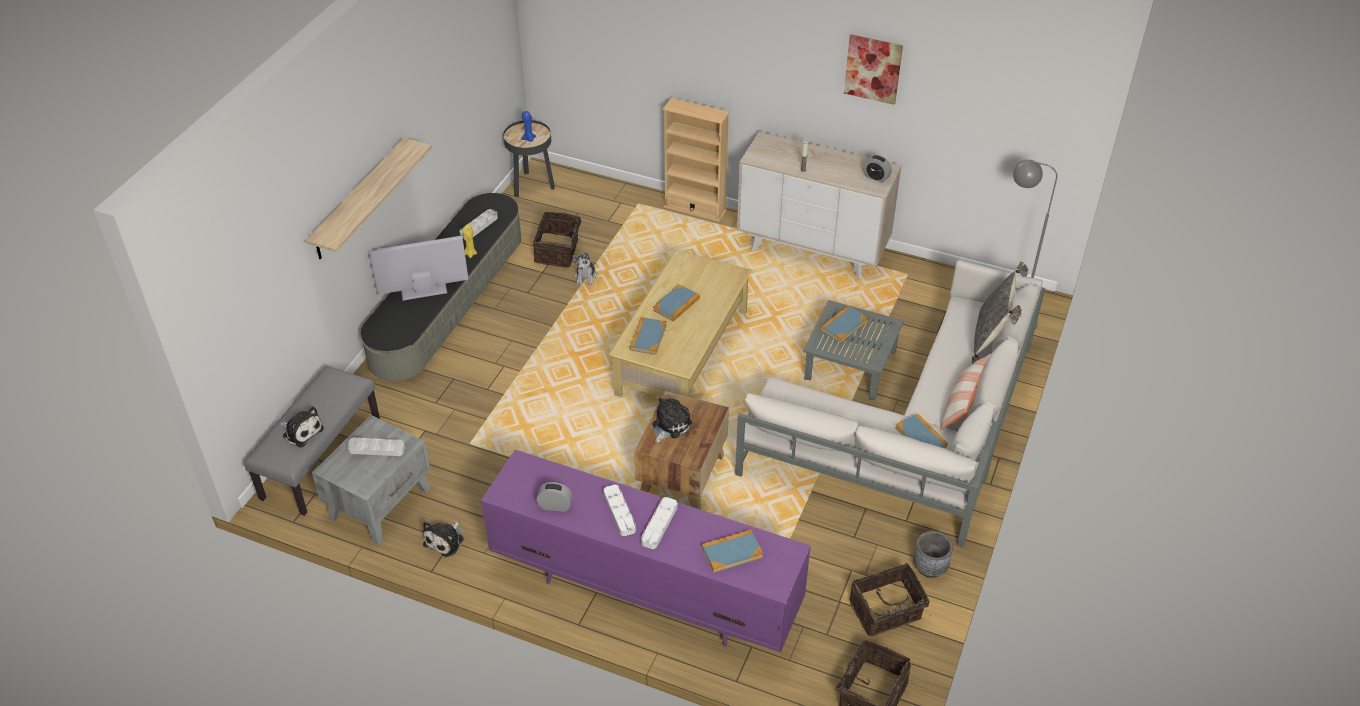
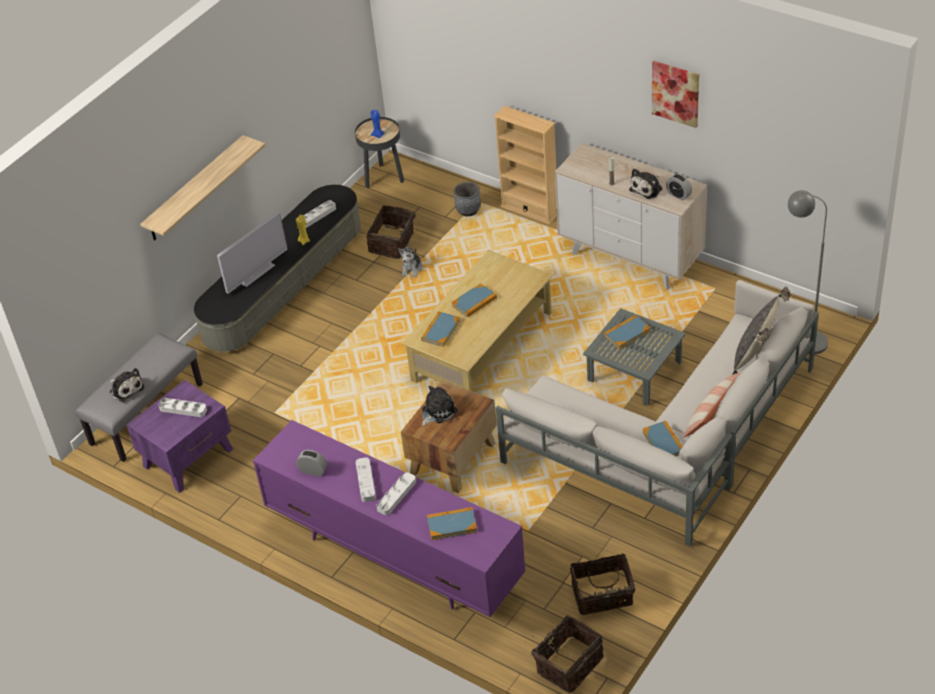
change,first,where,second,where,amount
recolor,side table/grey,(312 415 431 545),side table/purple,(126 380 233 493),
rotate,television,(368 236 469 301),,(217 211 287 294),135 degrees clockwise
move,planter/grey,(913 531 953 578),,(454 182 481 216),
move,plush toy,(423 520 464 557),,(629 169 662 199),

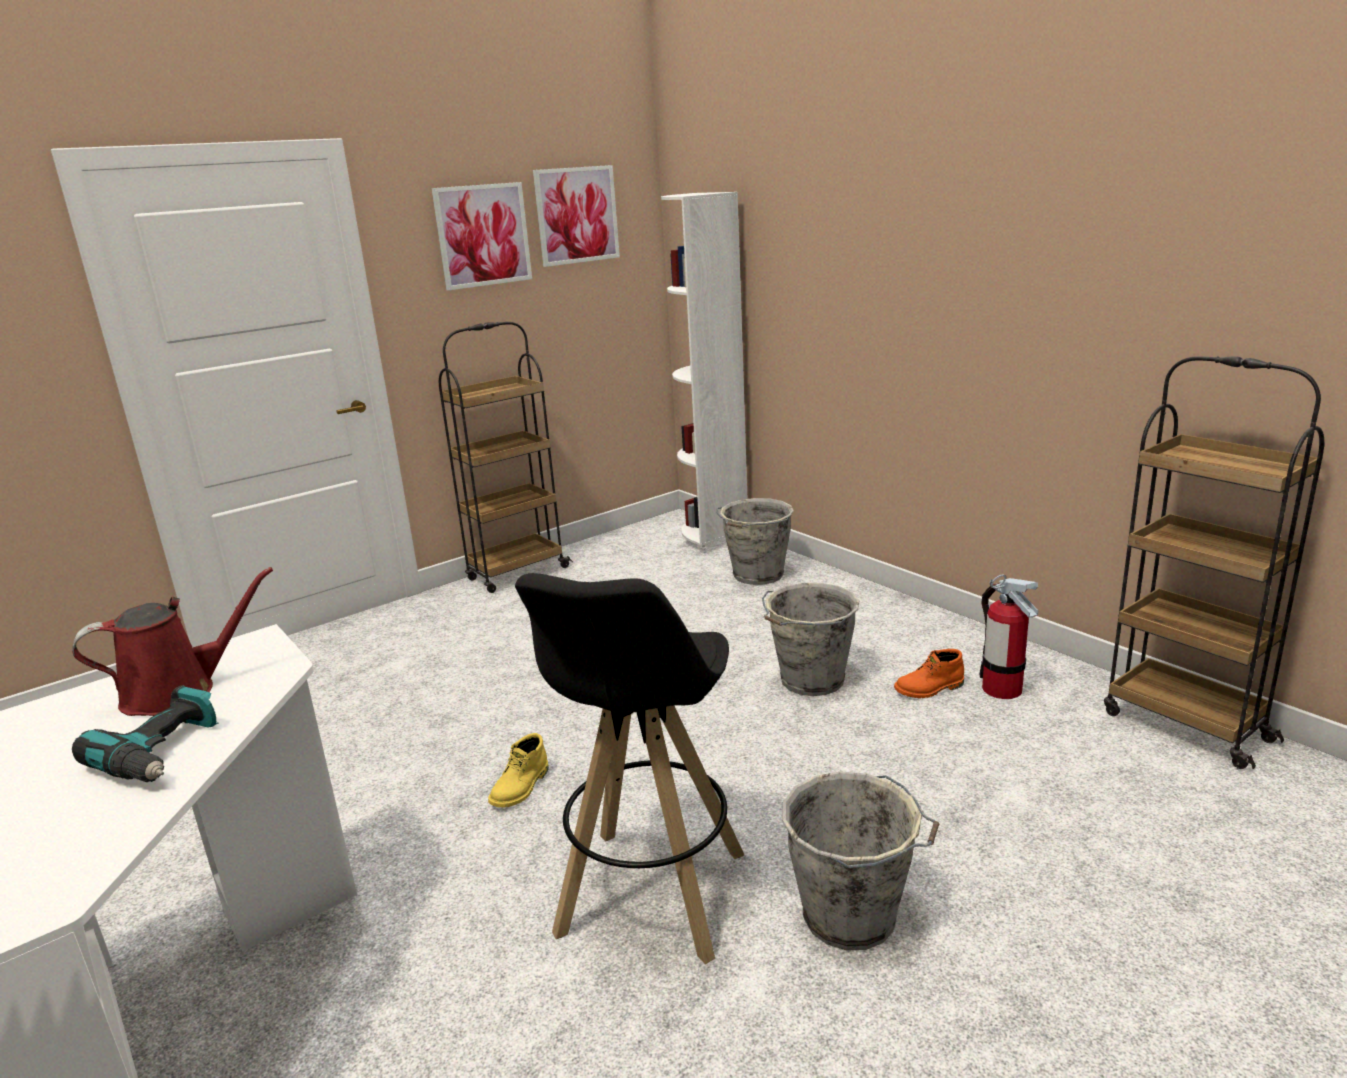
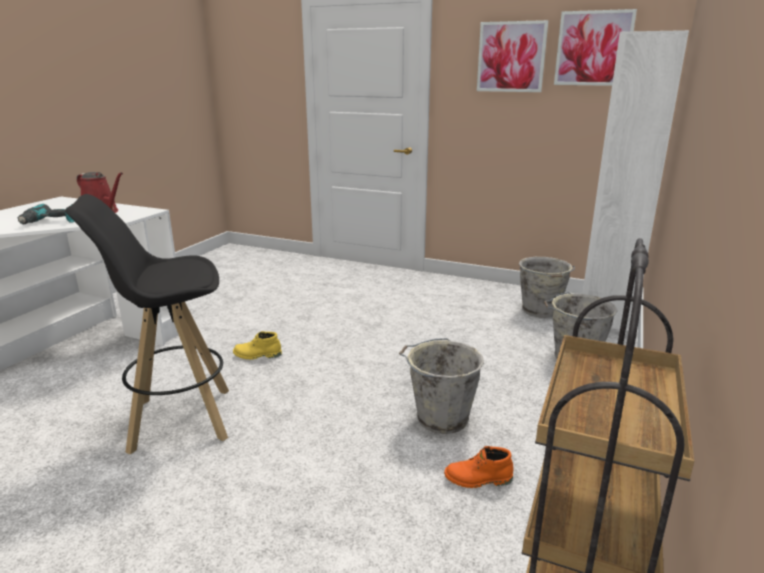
change,first,where,second,where,amount
rotate,boot/orange,(894 649 964 698),,(444 446 513 488),45 degrees counterclockwise
move,bucket/grey,(782 771 939 950),,(519 257 575 318),
delete,cart/brown,(439 322 573 593),,,
delete,fire extinguisher,(979 574 1038 699),,,

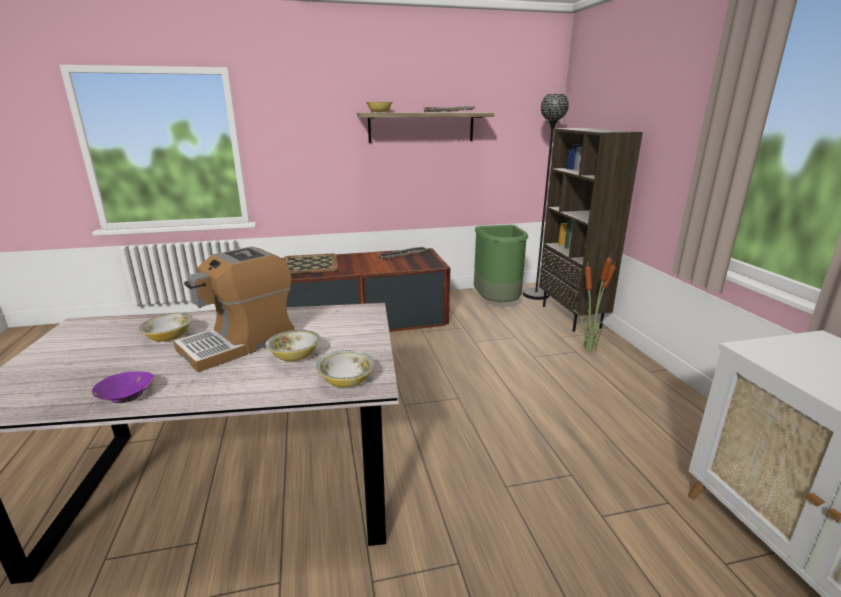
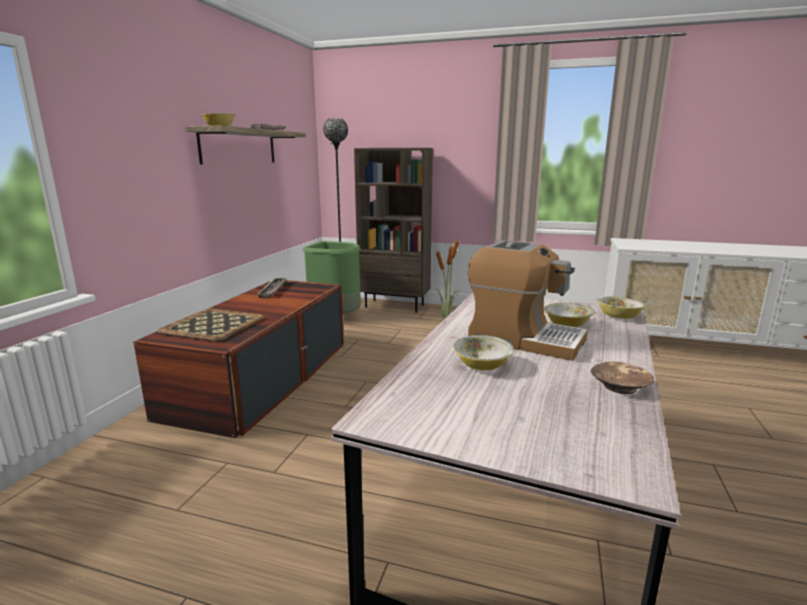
change,first,where,second,where,amount
rotate,coffee machine,(173 246 294 372),,(468 240 588 361),45 degrees counterclockwise
recolor,bowl/purple,(92 371 154 403),bowl/brown,(591 362 654 394),

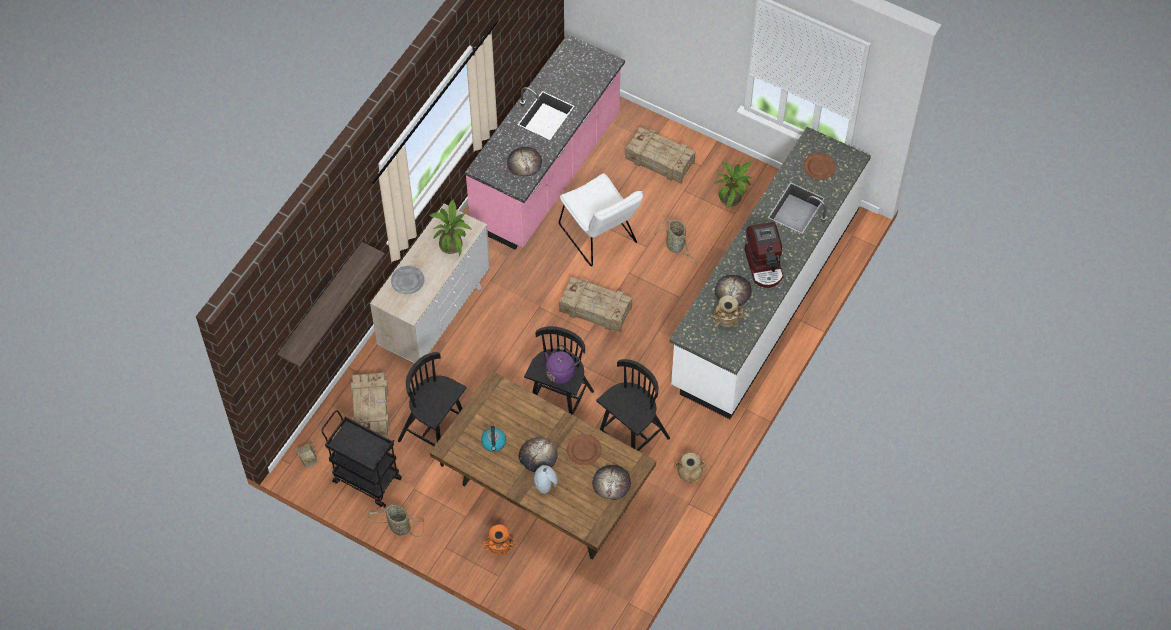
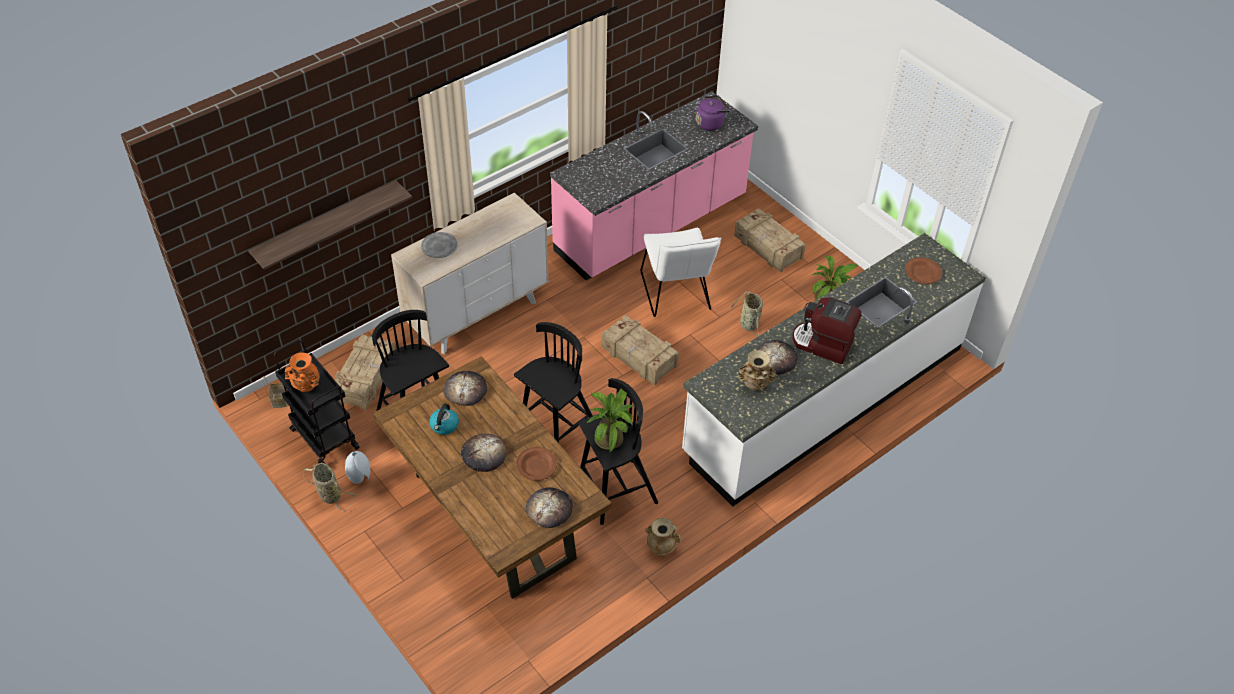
change,first,where,second,where,amount
move,vase/orange,(483 524 516 556),,(285 353 320 392),
move,vase/grey,(534 465 557 493),,(345 451 370 484),
move,bread,(507 147 542 176),,(444 371 487 406),
move,potted plant,(429 199 471 256),,(586 389 634 453),
move,kettle/purple,(544 345 580 384),,(696 95 731 131),
rotate,coffee machine,(745 222 784 288),,(792 298 861 364),105 degrees clockwise

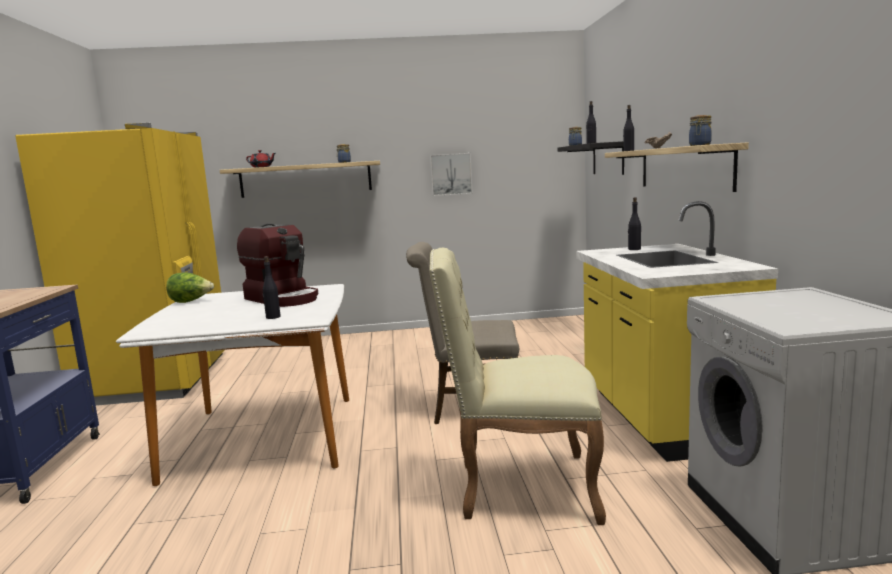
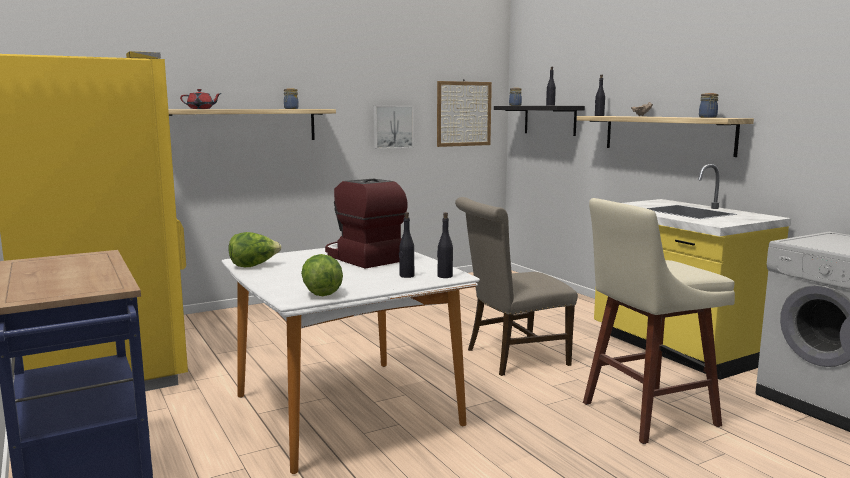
change,first,where,second,where,amount
insert,,,lettuce,(301 254 343 296),
rotate,coffee machine,(237 224 318 307),,(325 179 408 269),150 degrees counterclockwise
insert,,,picture,(437 79 492 147),
move,bottle/black,(628 197 641 250),,(437 212 453 278),
replace,chair/beige,(430 248 606 525),stool/beige,(583 198 735 444),

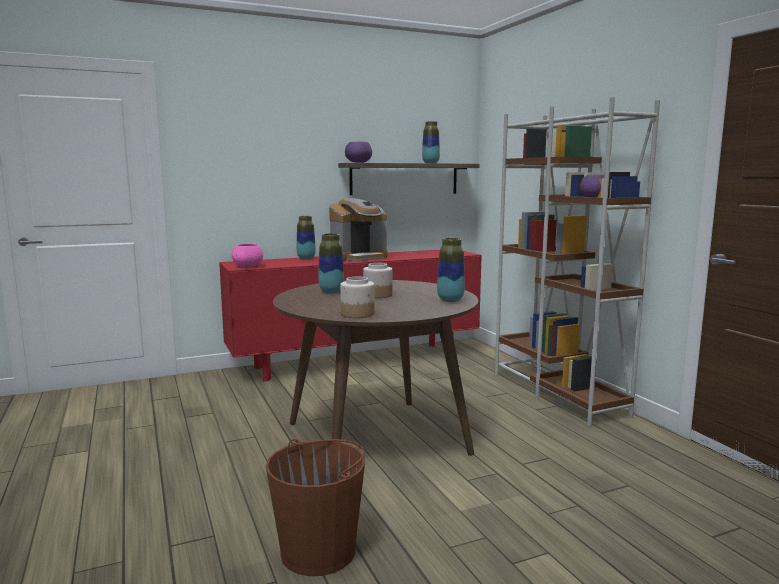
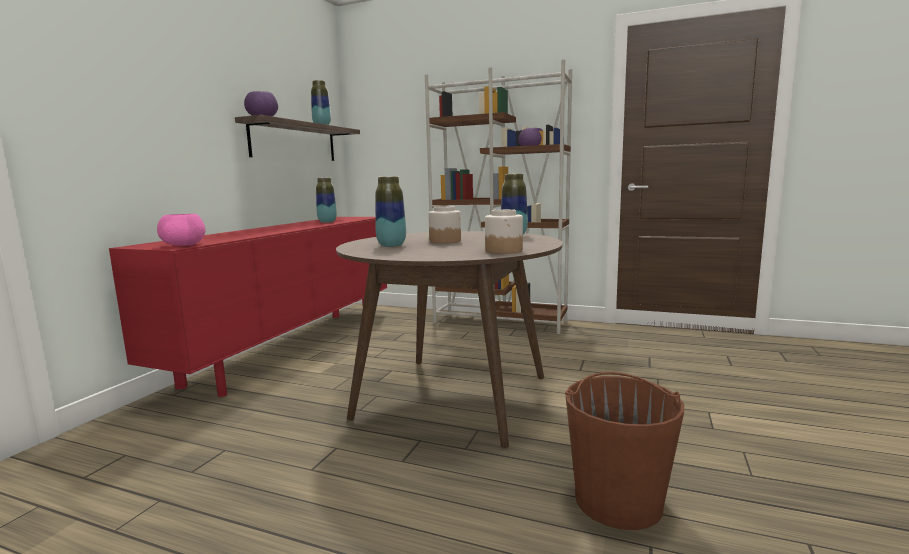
change,first,where,second,where,amount
move,vase,(297 216 316 259),,(316 178 337 223),
delete,coffee machine,(329 198 387 262),,,

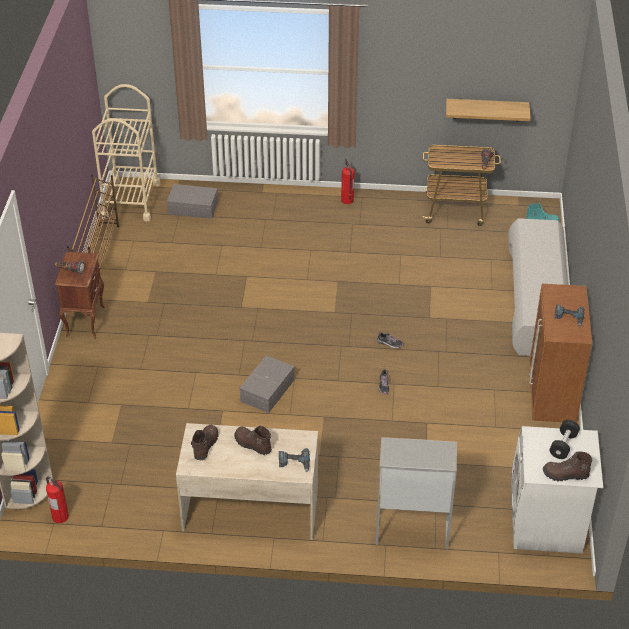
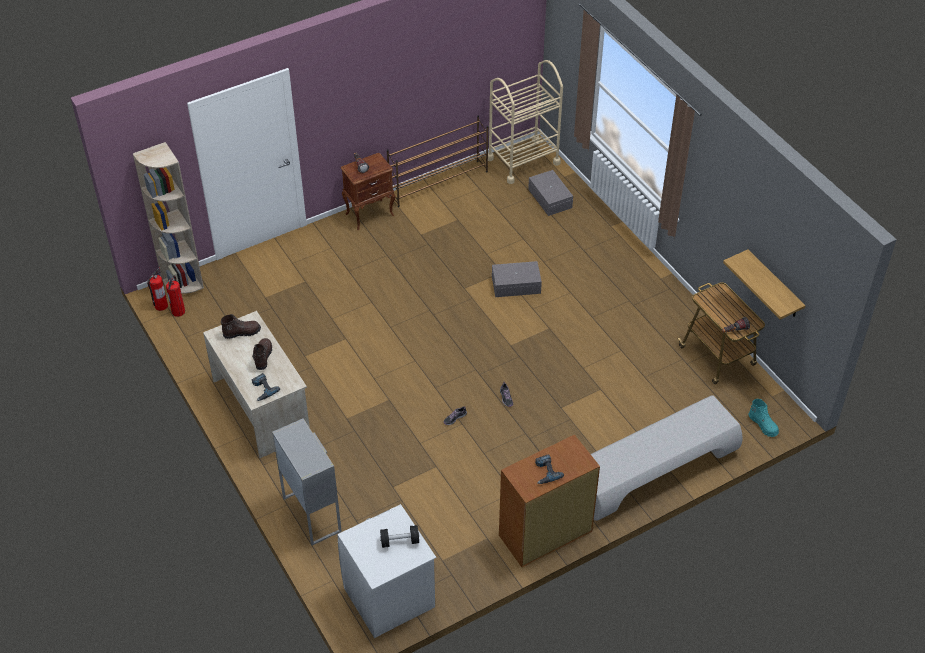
change,first,where,second,where,amount
move,fire extinguisher,(341 159 354 204),,(147 268 168 311),
move,storage box/grey,(240 355 295 413),,(492 261 542 297),
delete,boot/brown,(543 452 592 481),,,

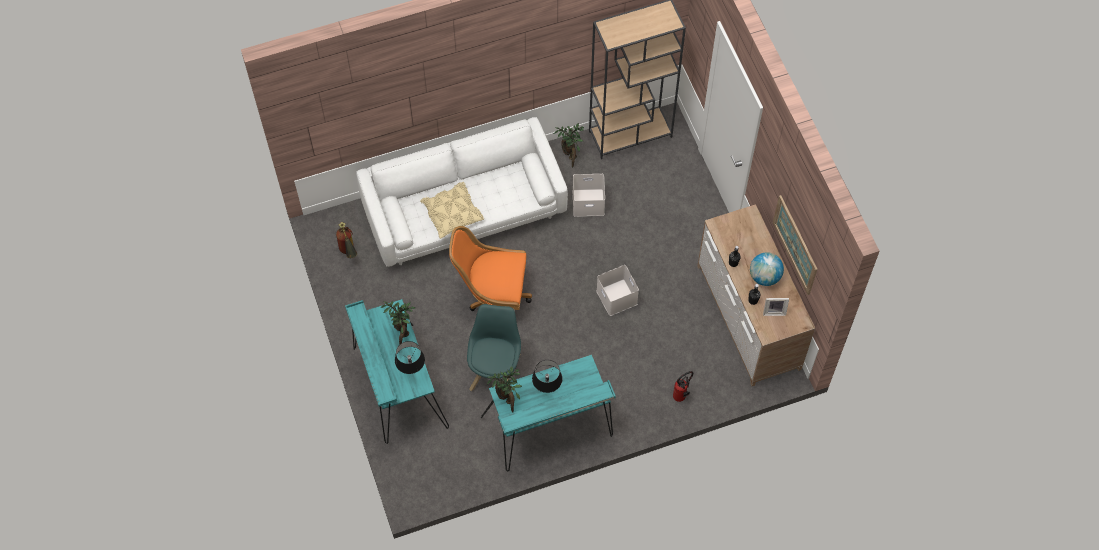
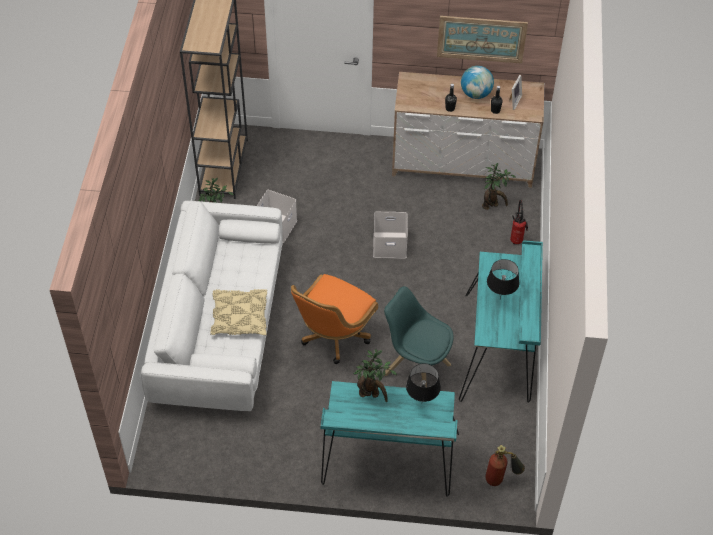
change,first,where,second,where,amount
move,potted plant,(487 366 522 413),,(482 163 516 210),
move,fire extinguisher,(336 222 357 258),,(485 445 525 486),

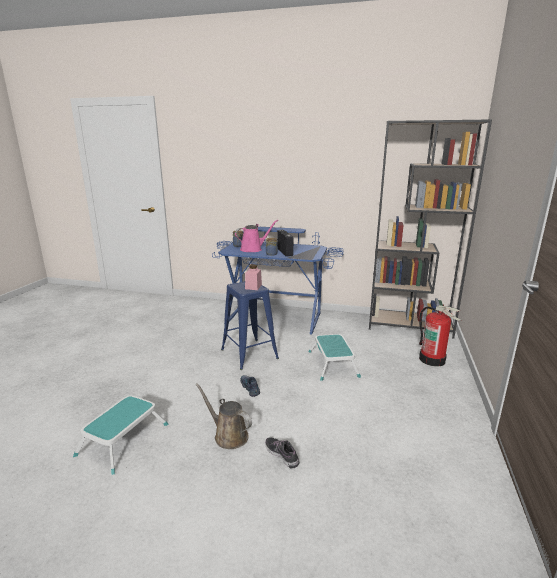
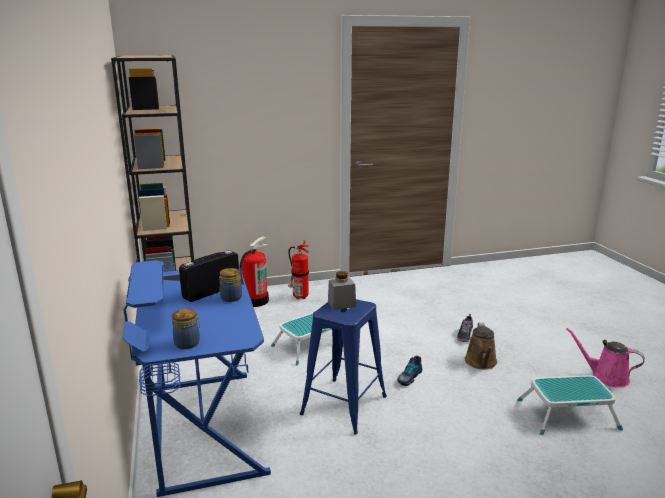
change,first,where,second,where,amount
insert,,,fire extinguisher,(288 240 309 299),
recolor,jar/pink,(245 264 262 290),jar/grey,(328 271 356 310),
move,watering can/pink,(235 220 278 252),,(566 328 645 388),

